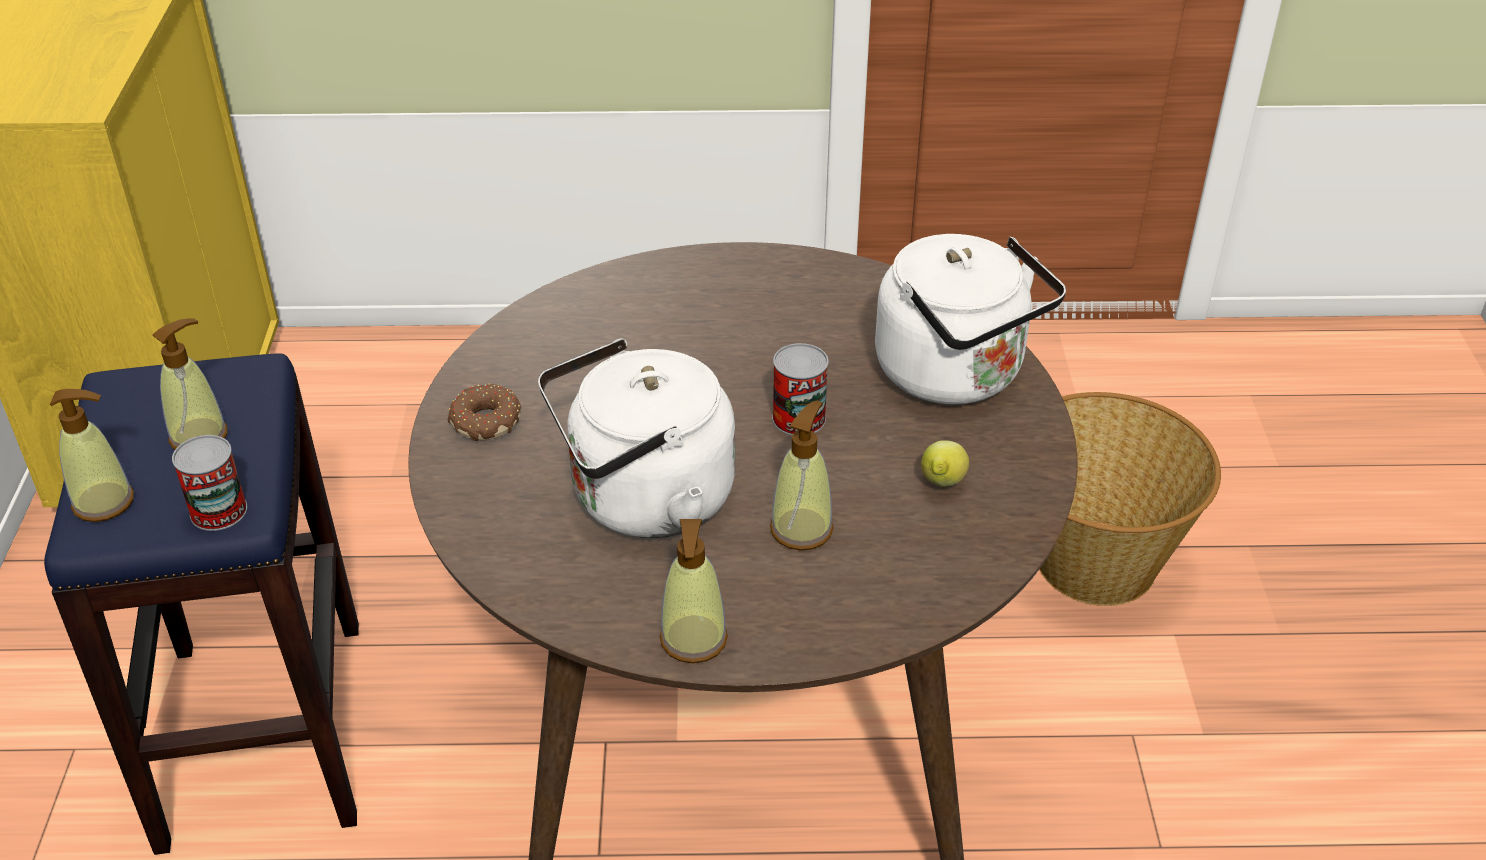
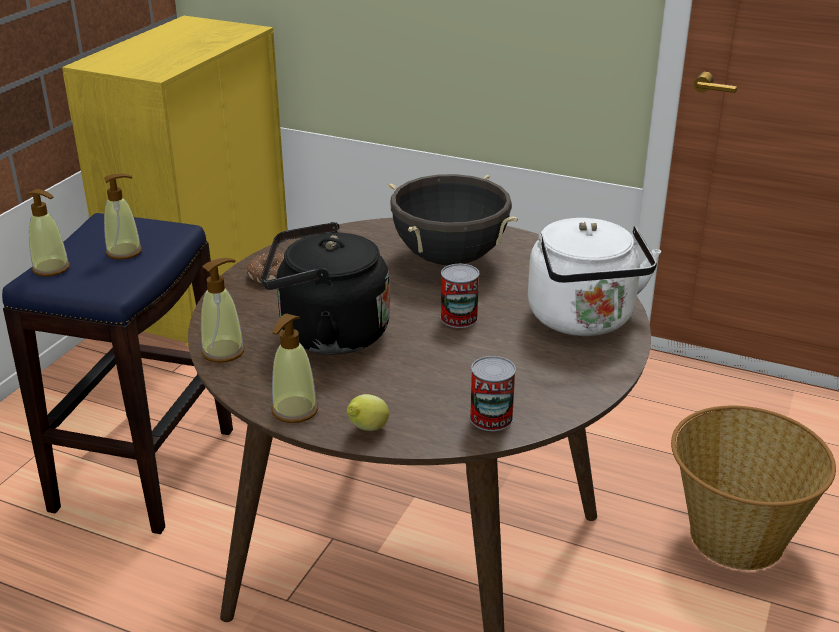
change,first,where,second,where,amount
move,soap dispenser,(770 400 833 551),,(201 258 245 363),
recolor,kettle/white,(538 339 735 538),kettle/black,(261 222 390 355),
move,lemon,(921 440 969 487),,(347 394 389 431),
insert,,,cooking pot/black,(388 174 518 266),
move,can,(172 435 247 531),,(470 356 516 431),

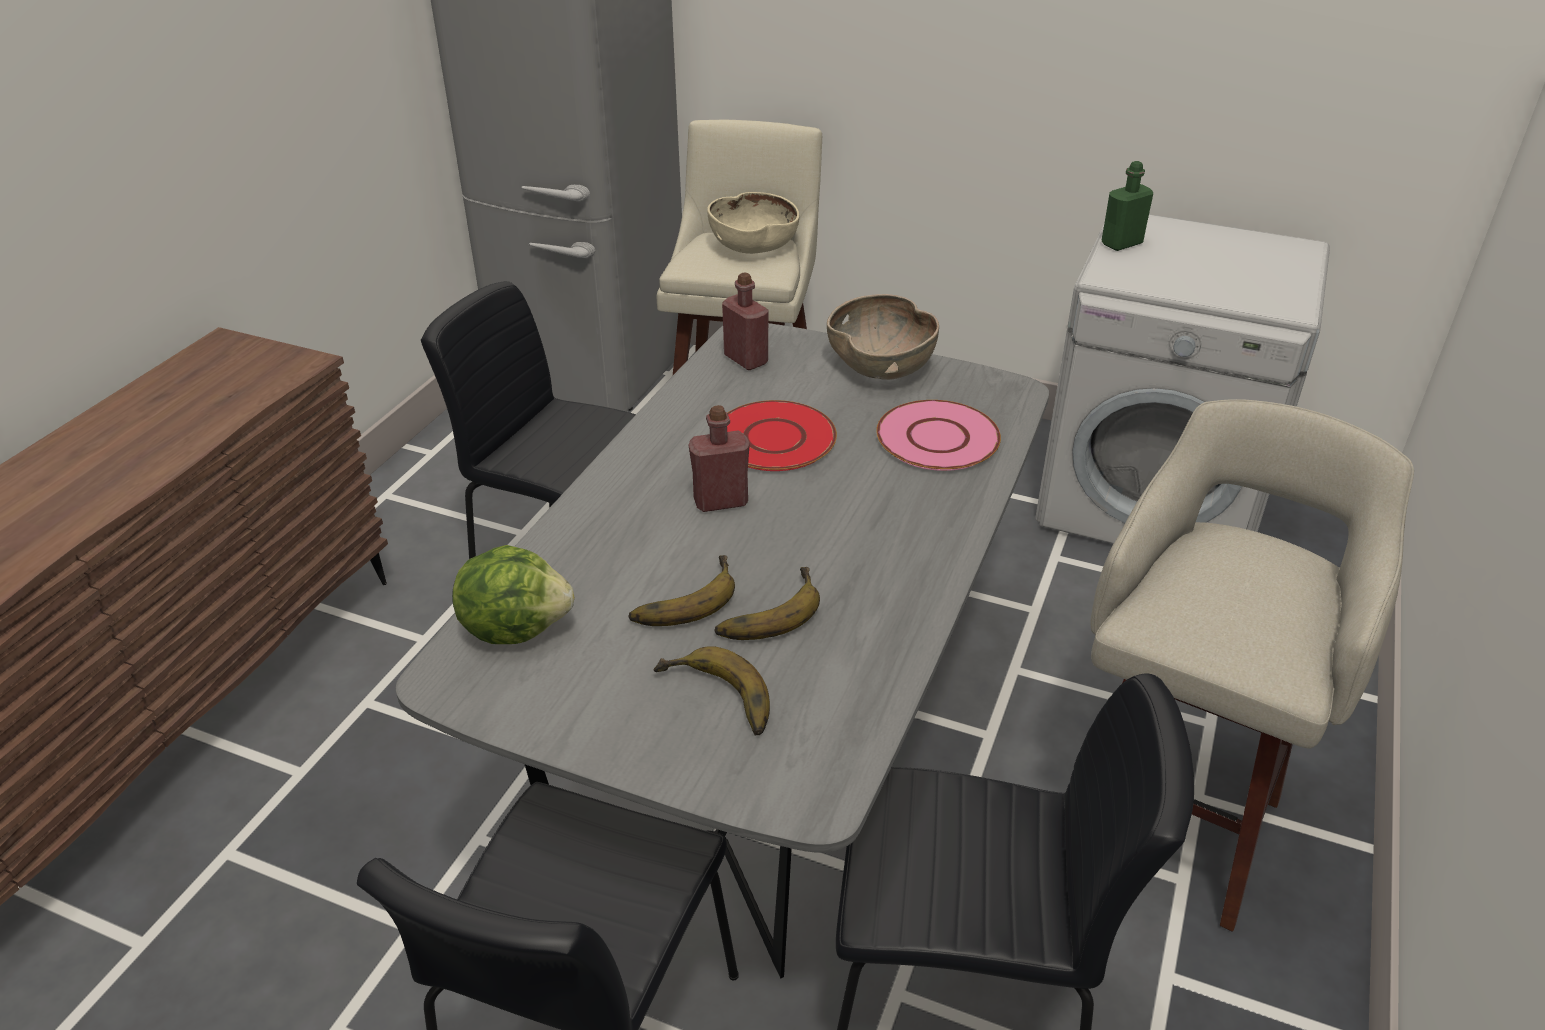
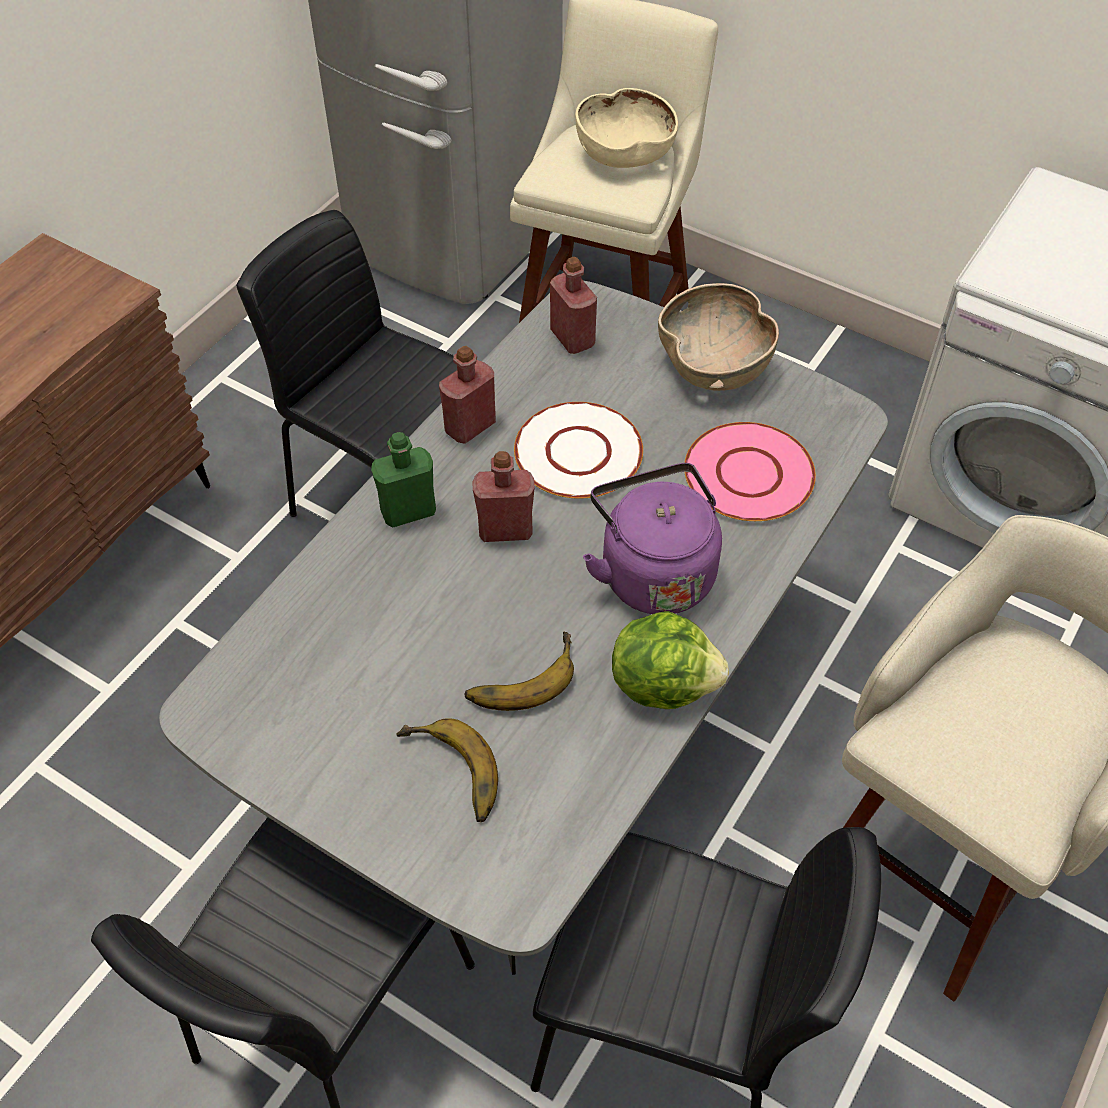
change,first,where,second,where,amount
move,bottle/green,(1102 161 1153 251),,(371 432 436 528),
insert,,,bottle/red,(439 346 496 444),
recolor,plate/red,(727 400 837 471),plate/white,(514 402 643 499),
insert,,,kettle/purple,(583 463 722 614),
move,lettuce,(452 545 575 644),,(612 611 729 709),
delete,banana,(628 555 735 626),,,

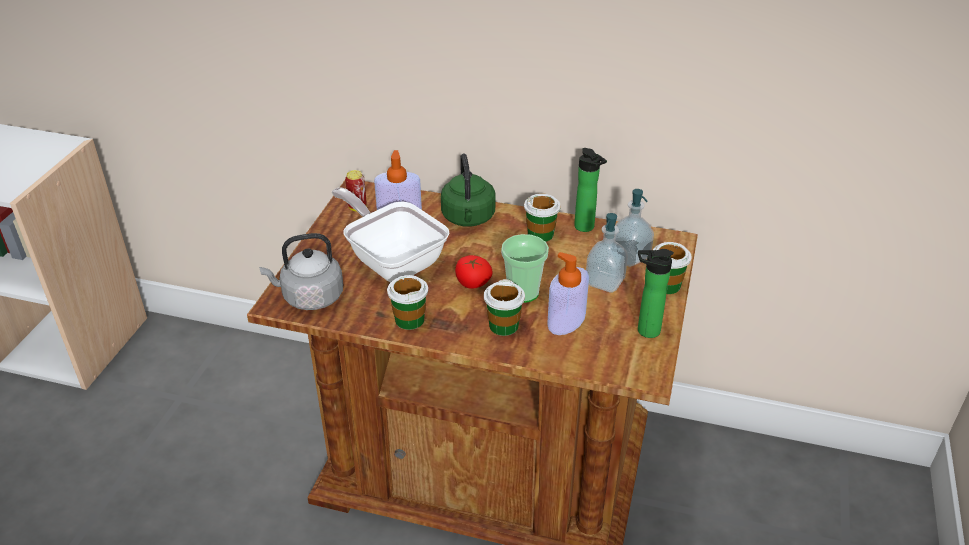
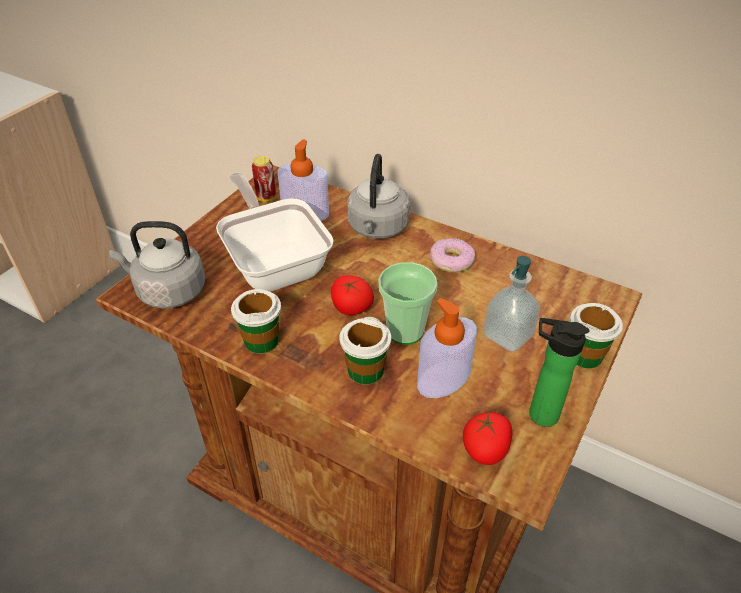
change,first,where,second,where,amount
recolor,kettle/green,(441 153 496 227),kettle/grey,(348 154 410 239),
replace,cup,(524 194 561 242),donut,(430 238 475 272),
insert,,,tomato,(463 411 512 465),
delete,bottle,(574 148 607 232),,,
delete,soap dispenser,(615 189 654 267),,,

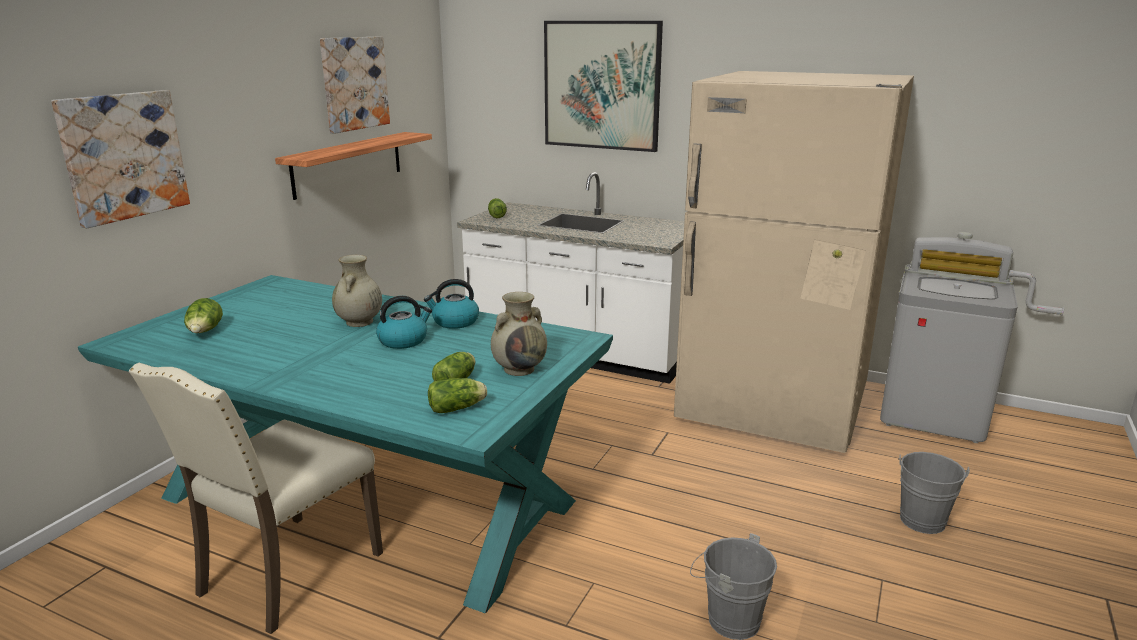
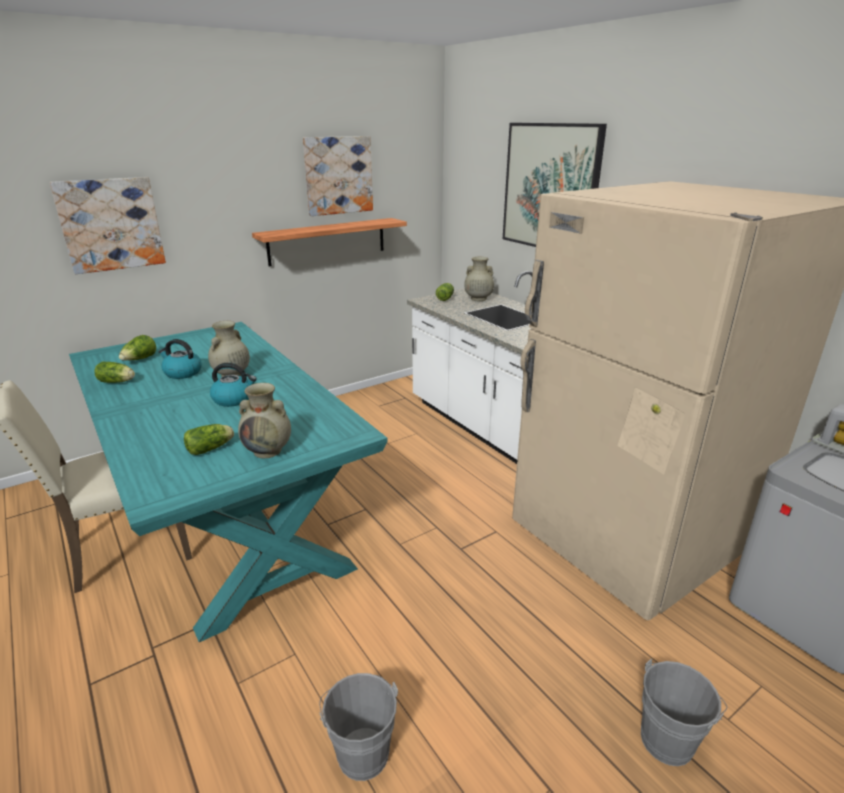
change,first,where,second,where,amount
move,lettuce,(428 378 487 413),,(94 362 135 383),
move,kettle,(424 279 479 329),,(158 339 202 379),
insert,,,vase/beige,(464 257 494 301),

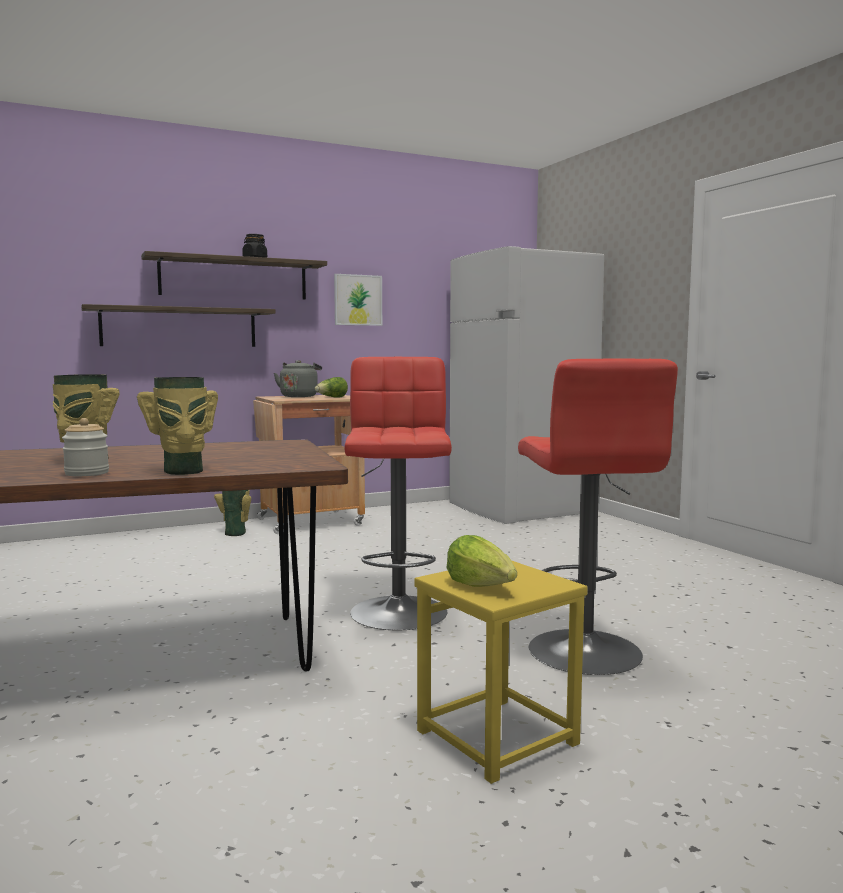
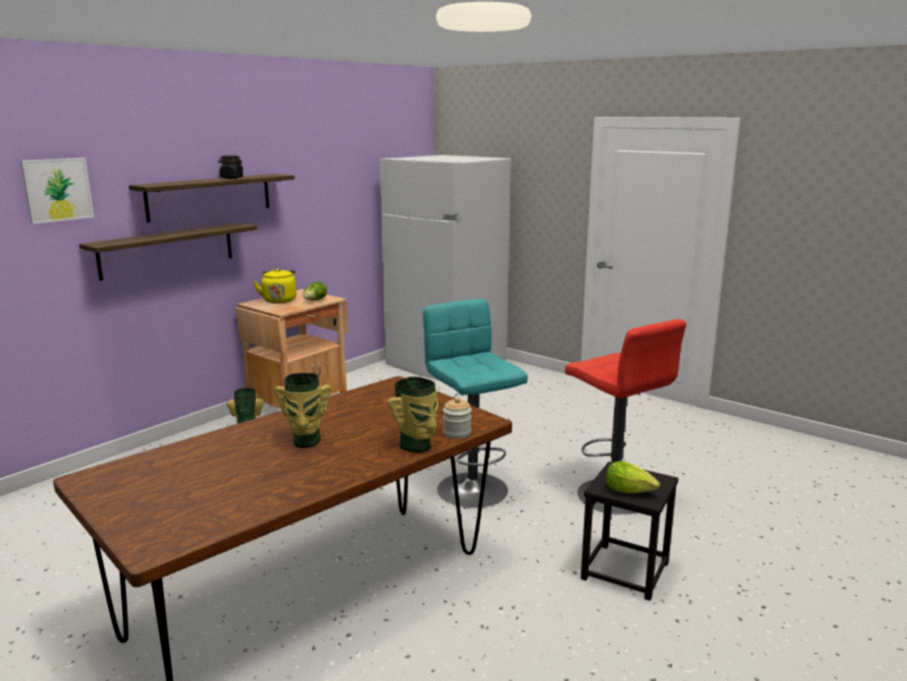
change,first,where,second,where,amount
move,picture,(334 274 382 326),,(20 158 94 224),
recolor,kettle/grey,(274 360 322 397),kettle/yellow,(253 269 297 303),
recolor,stool/red,(344 357 452 630),stool/turquoise,(423 299 528 508),
move,jar,(62 418 109 476),,(443 397 472 439),
recolor,stool/yellow,(414 560 588 784),stool/black,(581 462 679 601),

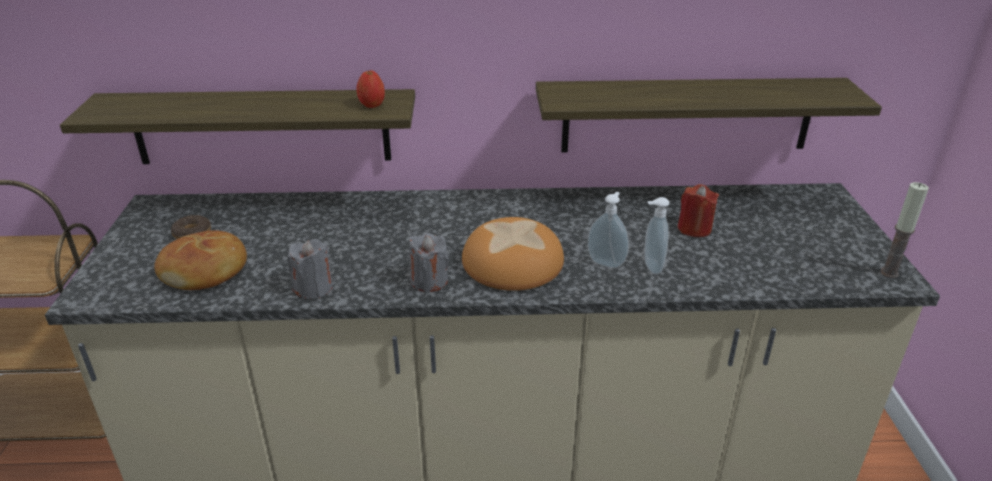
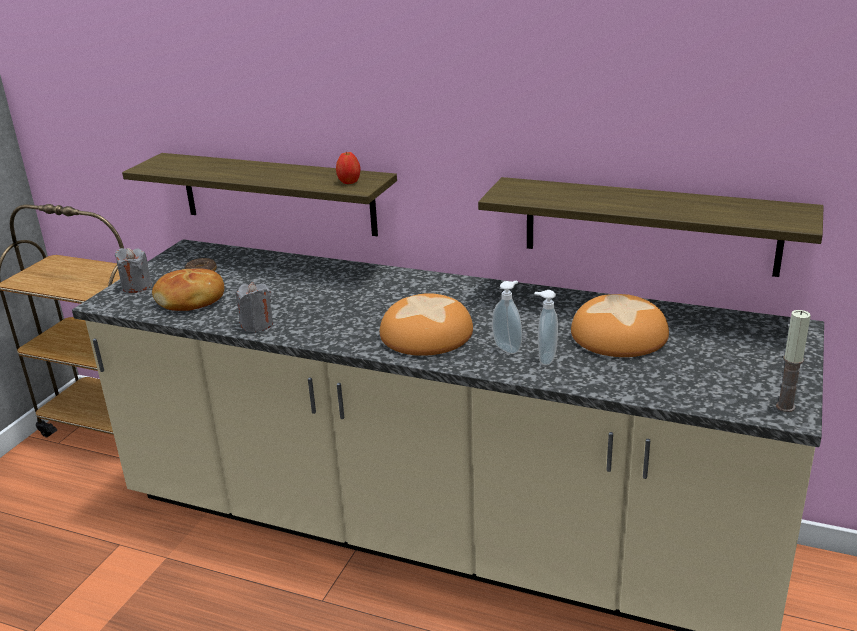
change,first,where,second,where,amount
move,candle/grey,(409 233 449 292),,(115 248 152 293),
replace,candle/red,(678 184 719 237),bread,(571 294 669 357),

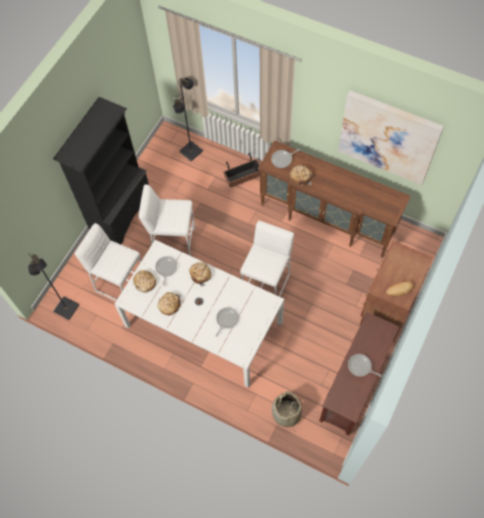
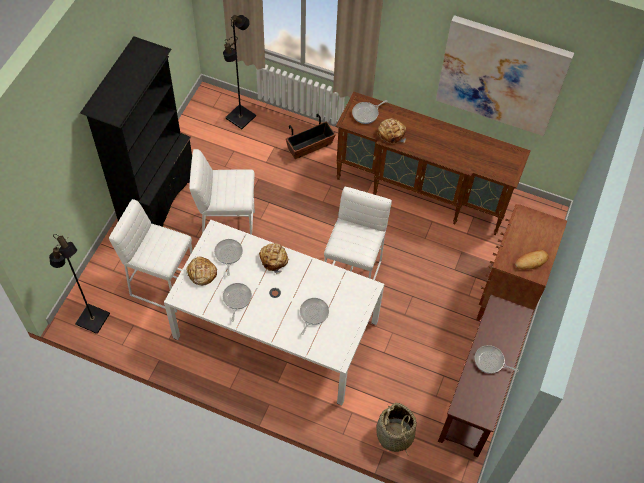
change,first,where,second,where,amount
replace,bread,(158 292 181 316),frying pan,(223 283 252 322),

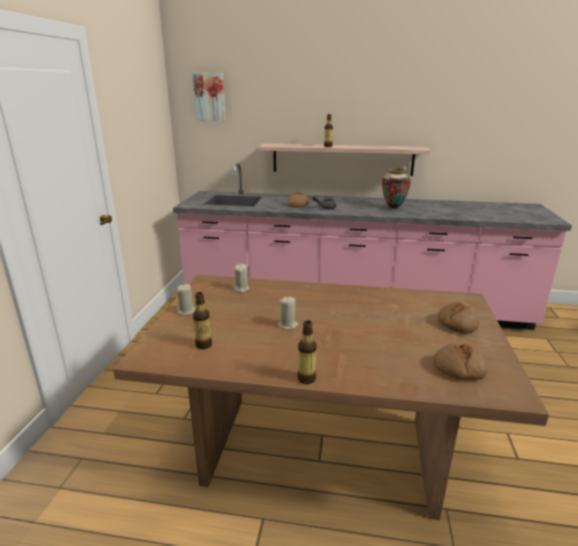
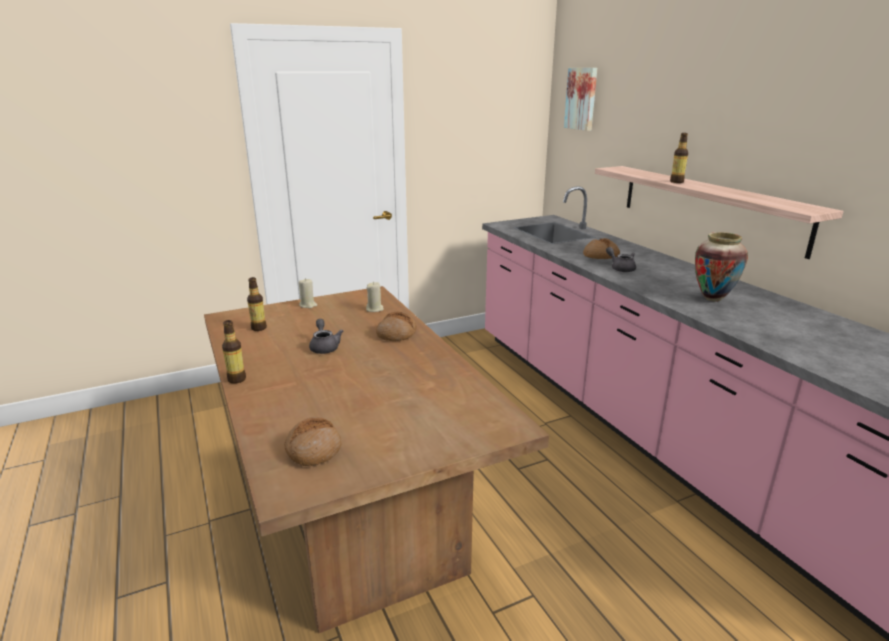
change,first,where,second,where,amount
replace,candle/beige,(278 297 299 329),teapot/grey,(309 319 343 354),
move,bread,(438 302 479 334),,(376 311 417 341),

